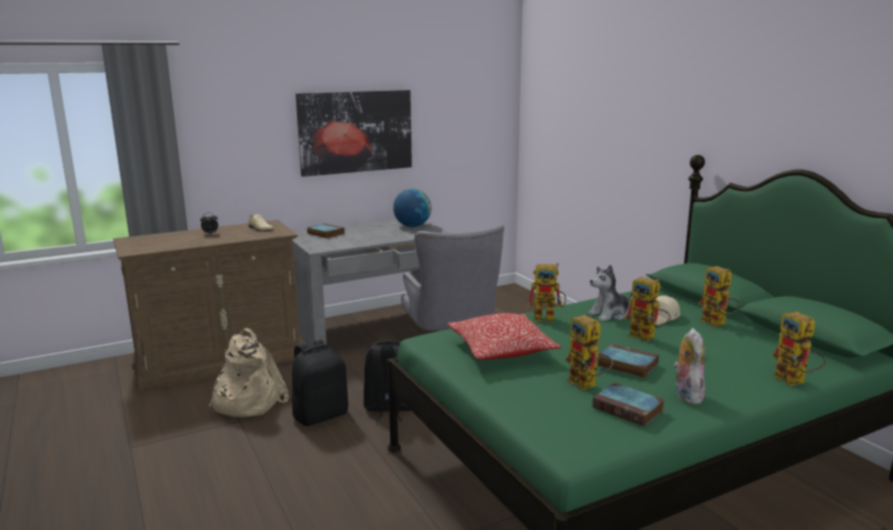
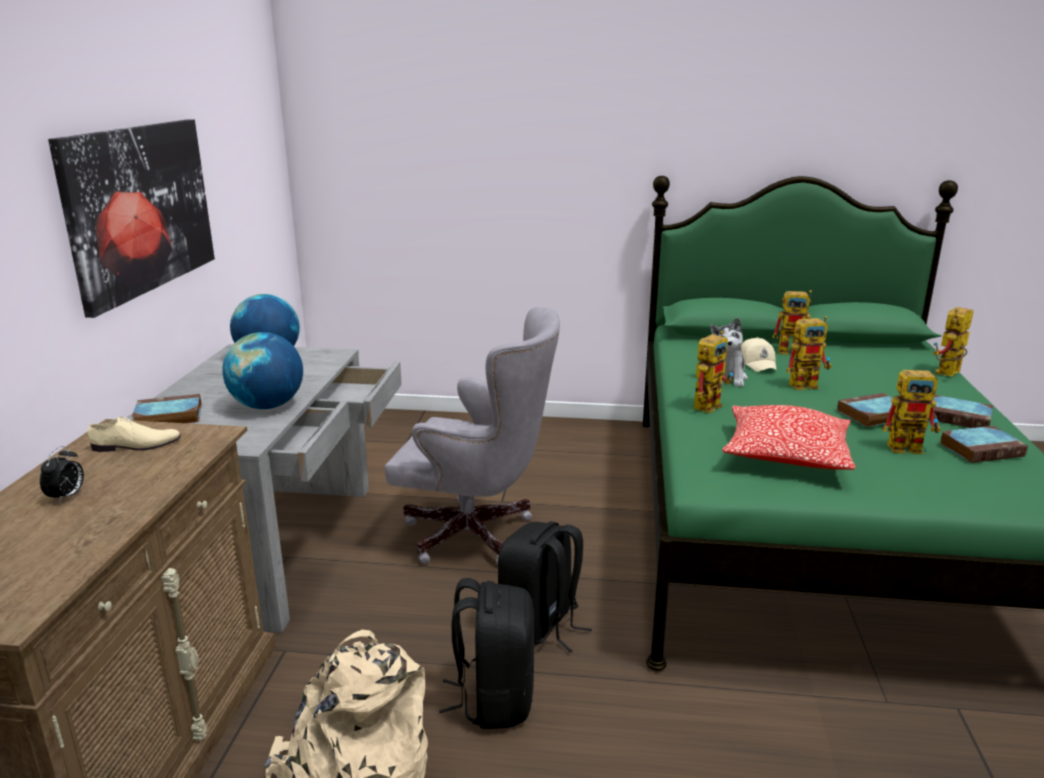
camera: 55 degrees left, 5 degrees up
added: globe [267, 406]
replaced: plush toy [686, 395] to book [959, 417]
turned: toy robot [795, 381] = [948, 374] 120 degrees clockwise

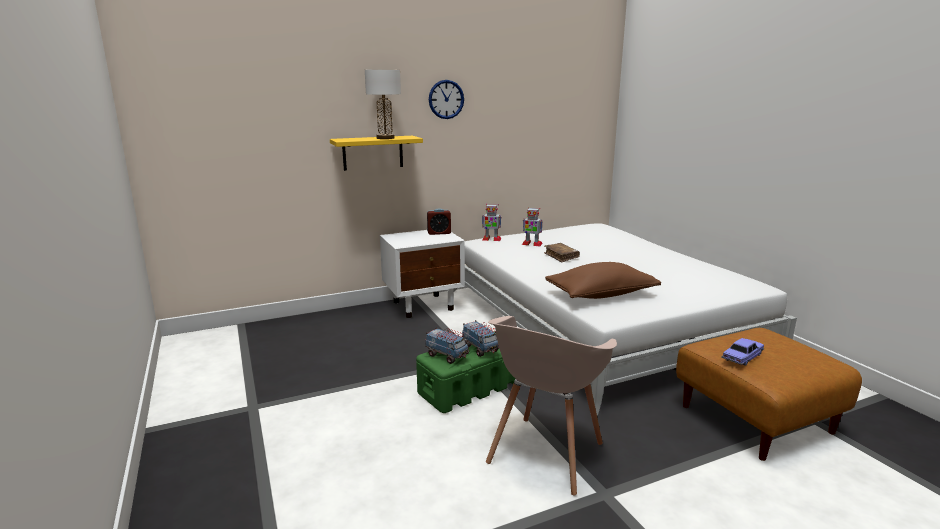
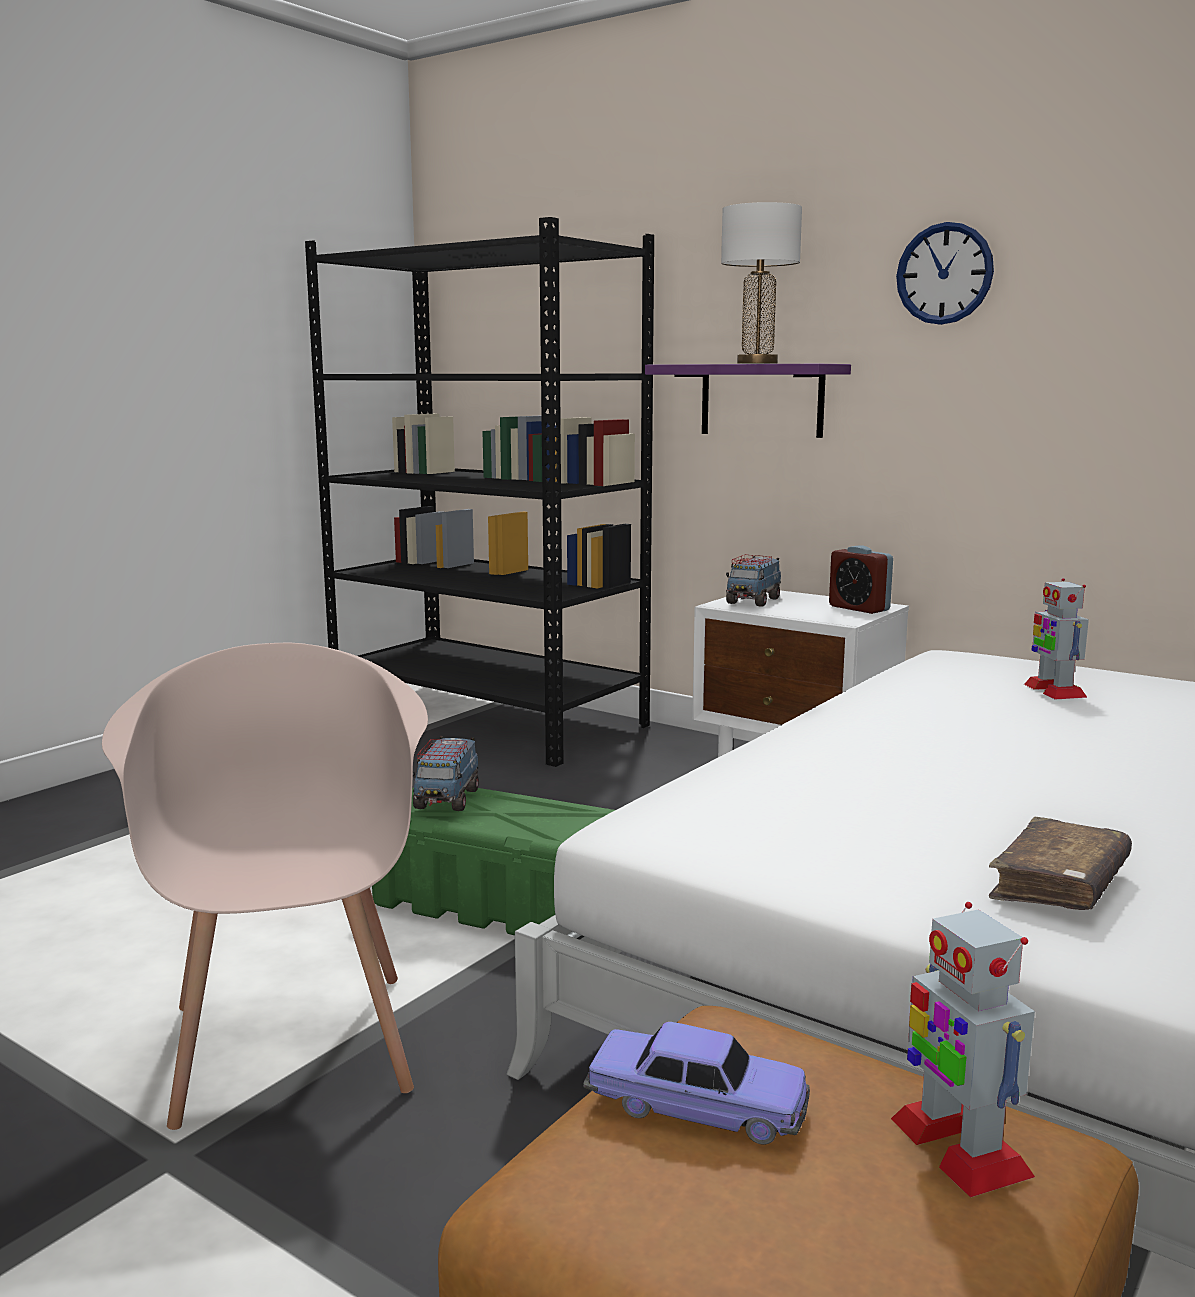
camera: 60 degrees right, 5 degrees down
removed: brown pillow [601, 295]
added: black bookcase [487, 718]
moved: toy truck [480, 349] to [753, 601]; toy robot [491, 239] to [958, 1146]; brown book [561, 256] to [1059, 884]
recoloured: yellow shelf [373, 153] to purple shelf [761, 400]
turned: beige chair [545, 454] = [292, 1045] 75 degrees clockwise

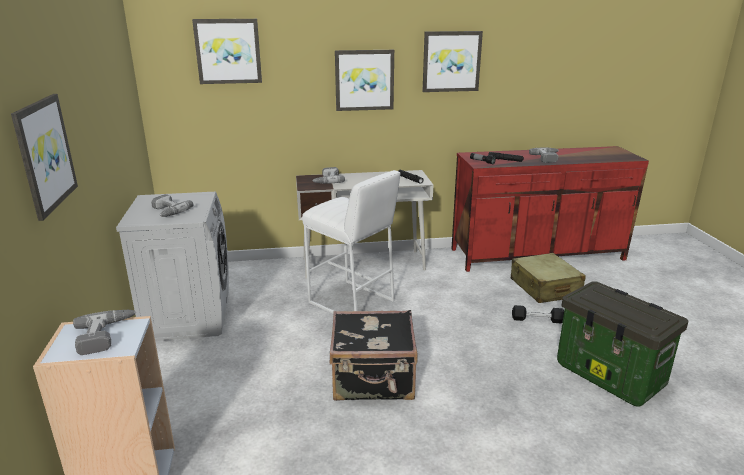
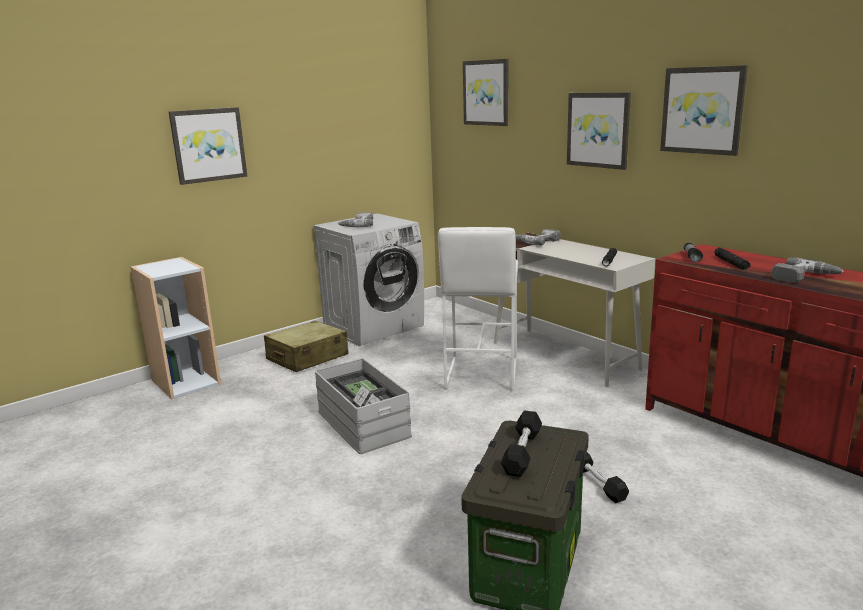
camera: 60 degrees right, 5 degrees down
removed: power drill [106, 335]
added: black dumbbell [522, 452]
moved: beige suitcase [545, 288] to [307, 358]
replaced: black suitcase [373, 380] to grey storage box [364, 423]

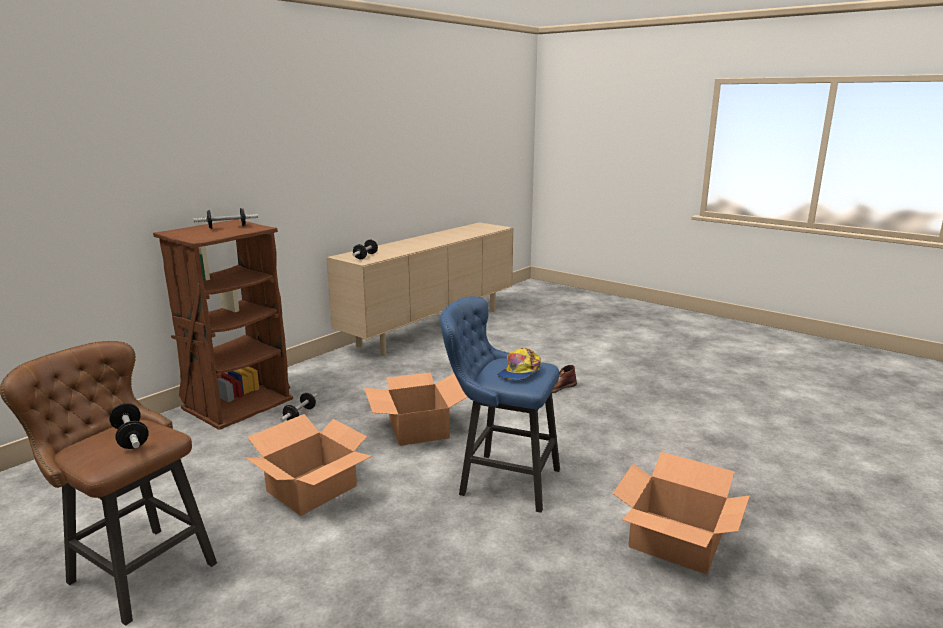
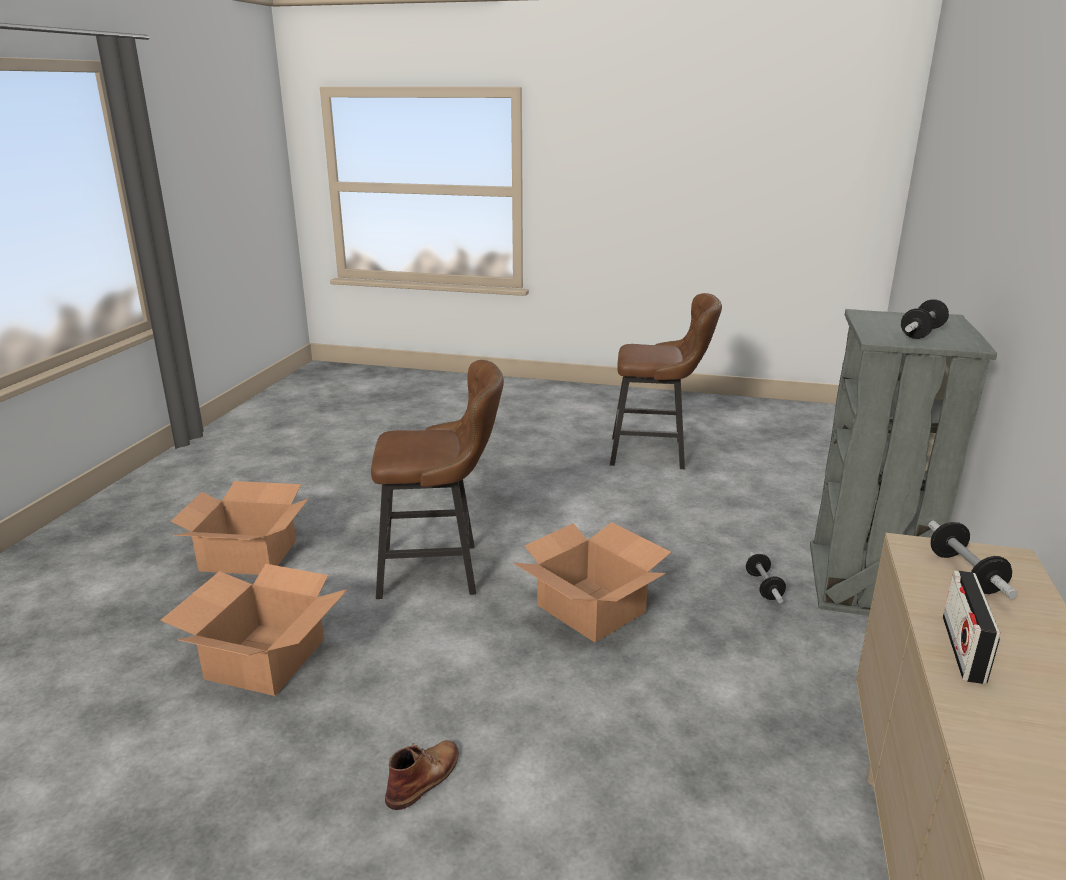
camera: 155 degrees right, 5 degrees up
removed: dumbbell [130, 438]; cap [519, 372]
added: radio [963, 649]
moved: cardboard box [312, 489] to [264, 659]
recoloured: brown bookcase [238, 403] to grey bookcase [867, 581]; blue stool [498, 478] to brown stool [443, 570]

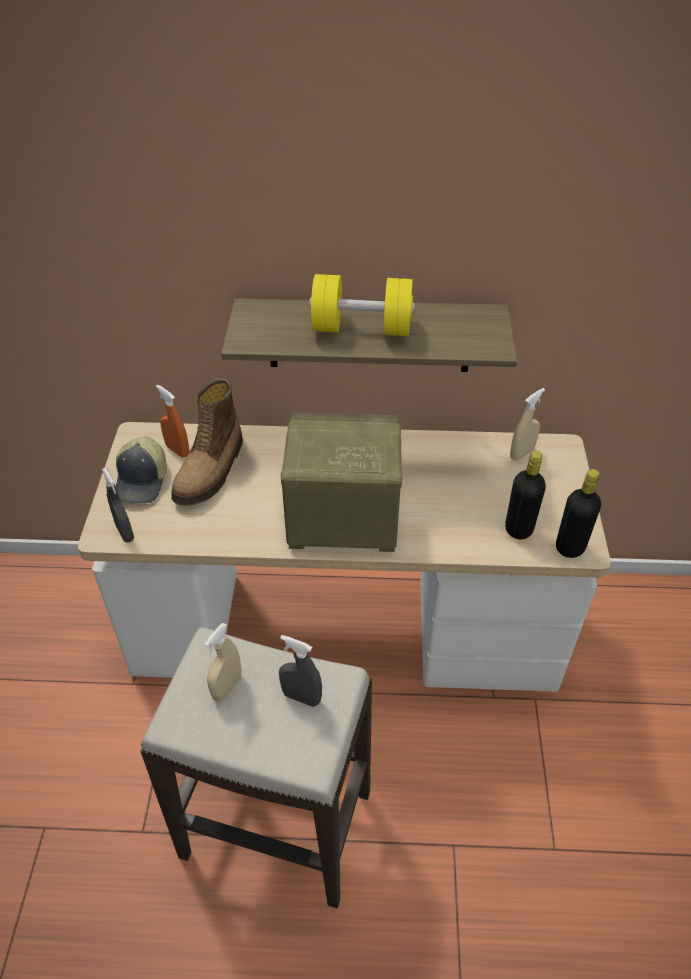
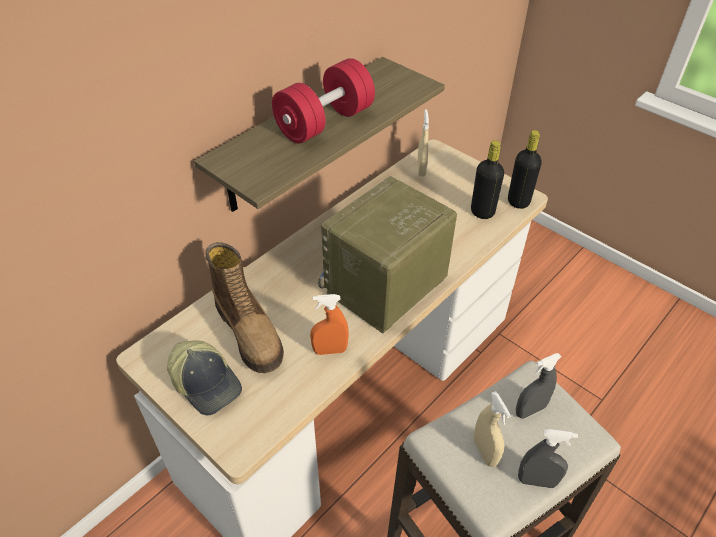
camera: 50 degrees left, 0 degrees up
moved: grey spray bottle [125, 532] to [537, 481]; orange spray bottle [177, 450] to [330, 350]
recoloured: yellow dumbbell [361, 328] to red dumbbell [324, 122]

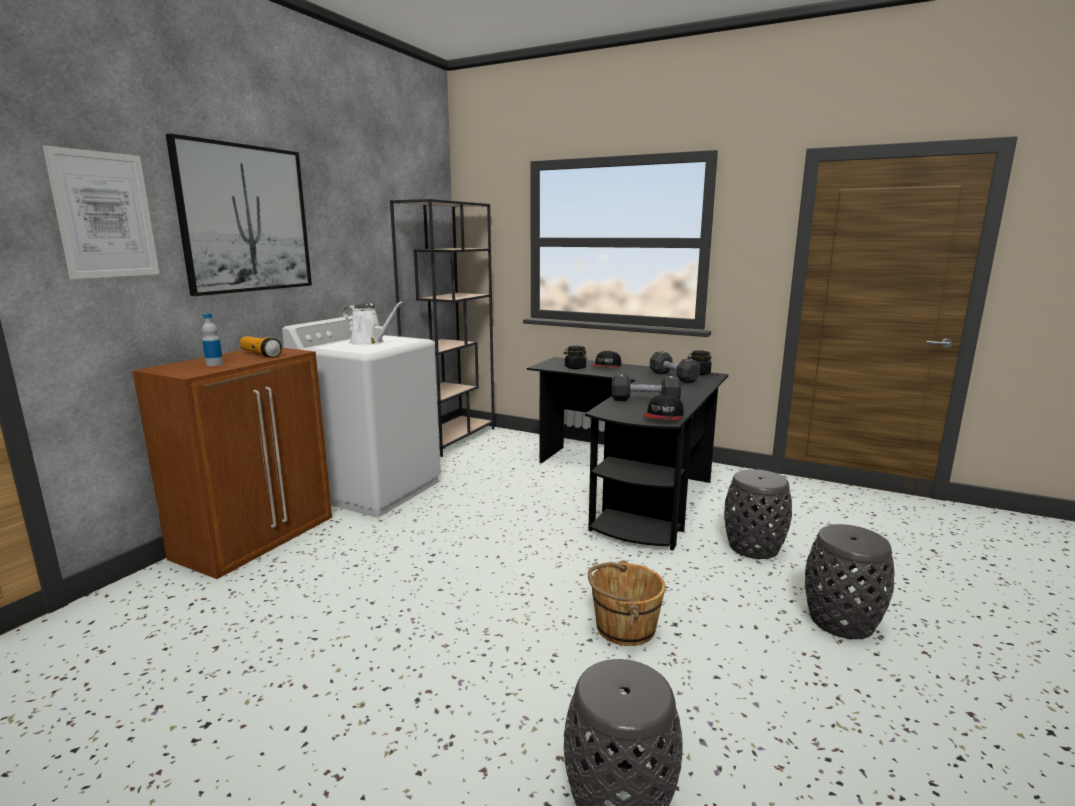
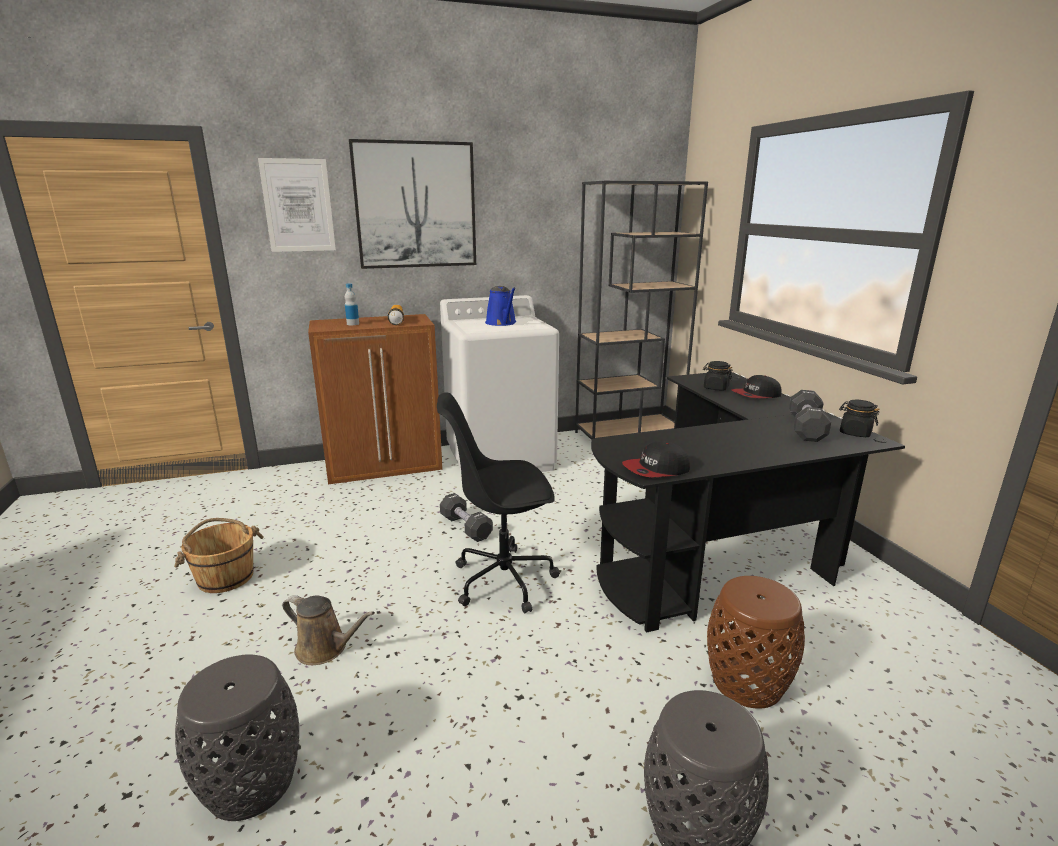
camera: 45 degrees right, 5 degrees up
added: brown watering can [325, 648]; black office chair [501, 581]
moved: brown bucket [624, 627] to [225, 577]; black dumbbell [645, 400] to [466, 527]
recoloured: white watering can [370, 342] to blue watering can [502, 323]; grey stool [753, 547] to brown stool [747, 683]

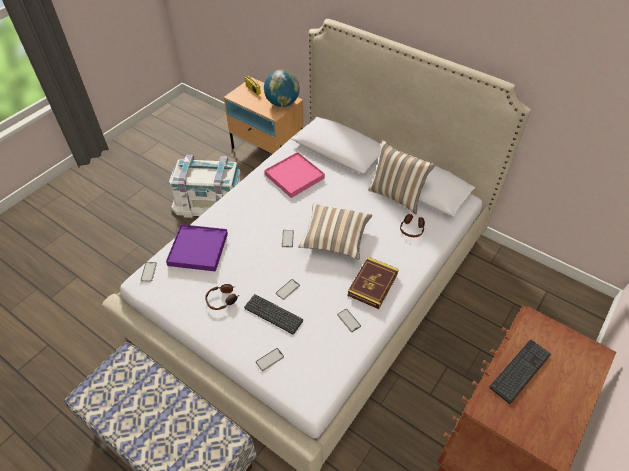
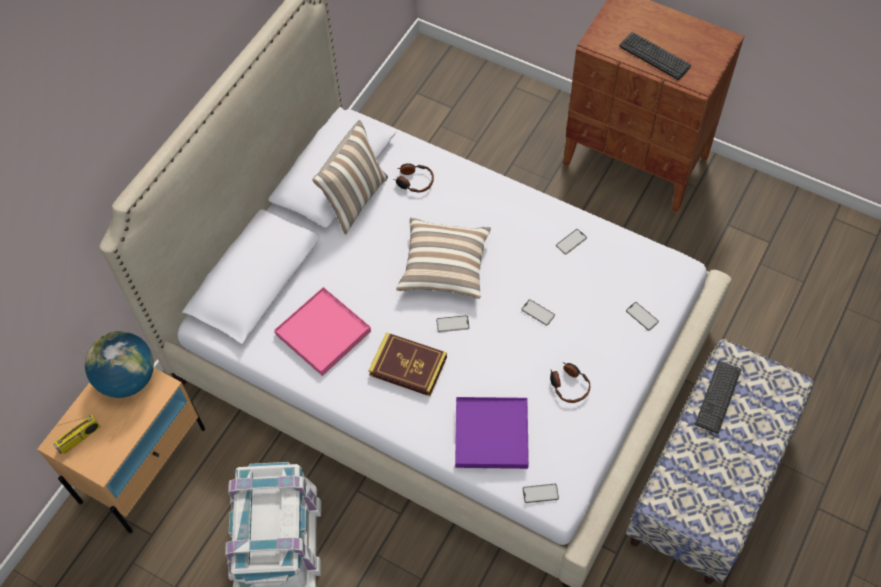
camera: 95 degrees left, 10 degrees up
moved: keyboard [273, 314] to [718, 397]; book [372, 284] to [408, 366]

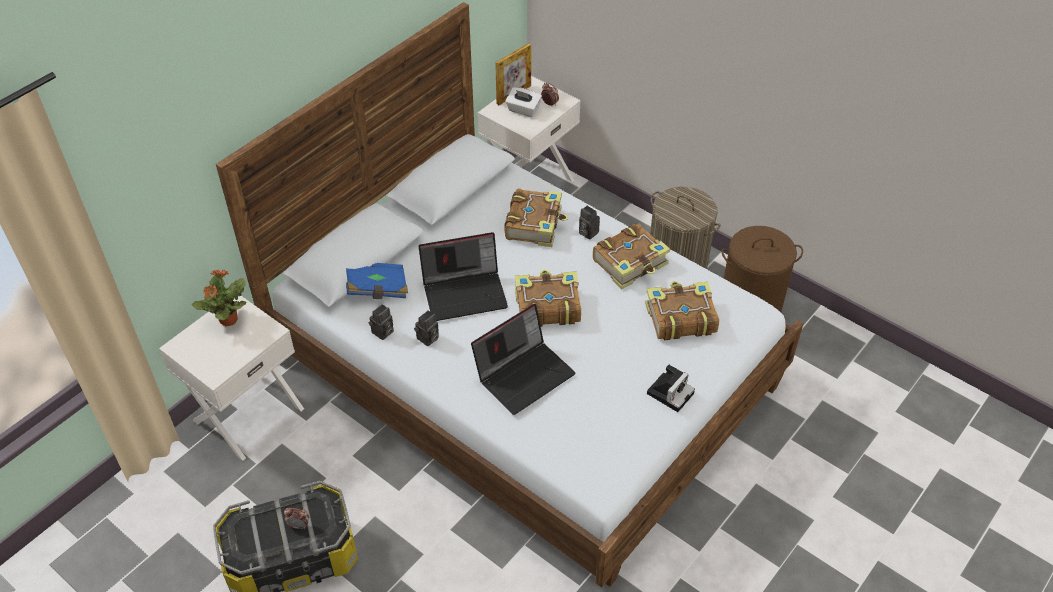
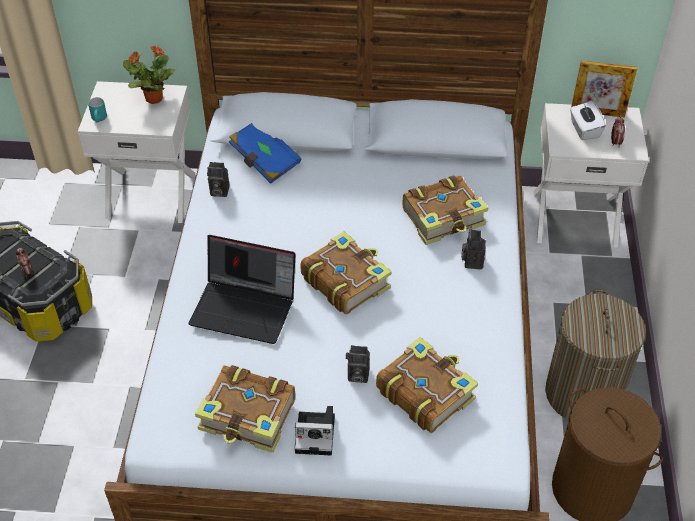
camera: 55 degrees right, 0 degrees up
removed: laptop [465, 292]
added: turquoise mug [100, 120]
moved: photo camera [428, 339] to [357, 375]; book [631, 263] to [248, 417]

